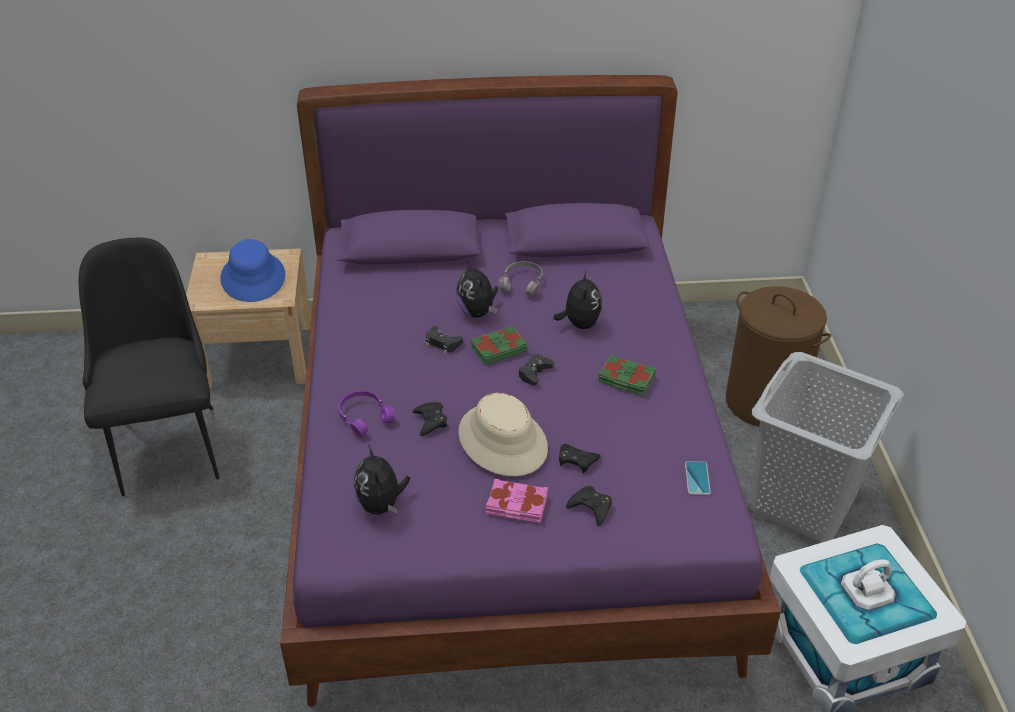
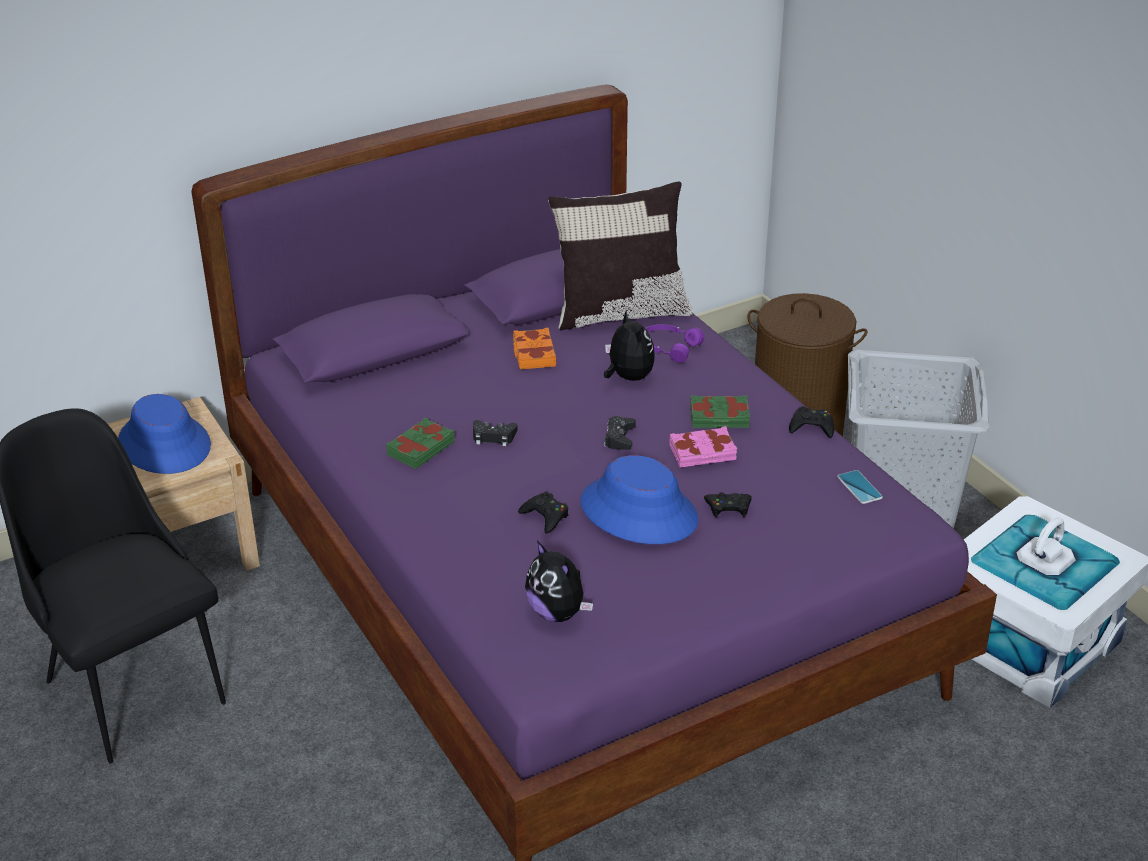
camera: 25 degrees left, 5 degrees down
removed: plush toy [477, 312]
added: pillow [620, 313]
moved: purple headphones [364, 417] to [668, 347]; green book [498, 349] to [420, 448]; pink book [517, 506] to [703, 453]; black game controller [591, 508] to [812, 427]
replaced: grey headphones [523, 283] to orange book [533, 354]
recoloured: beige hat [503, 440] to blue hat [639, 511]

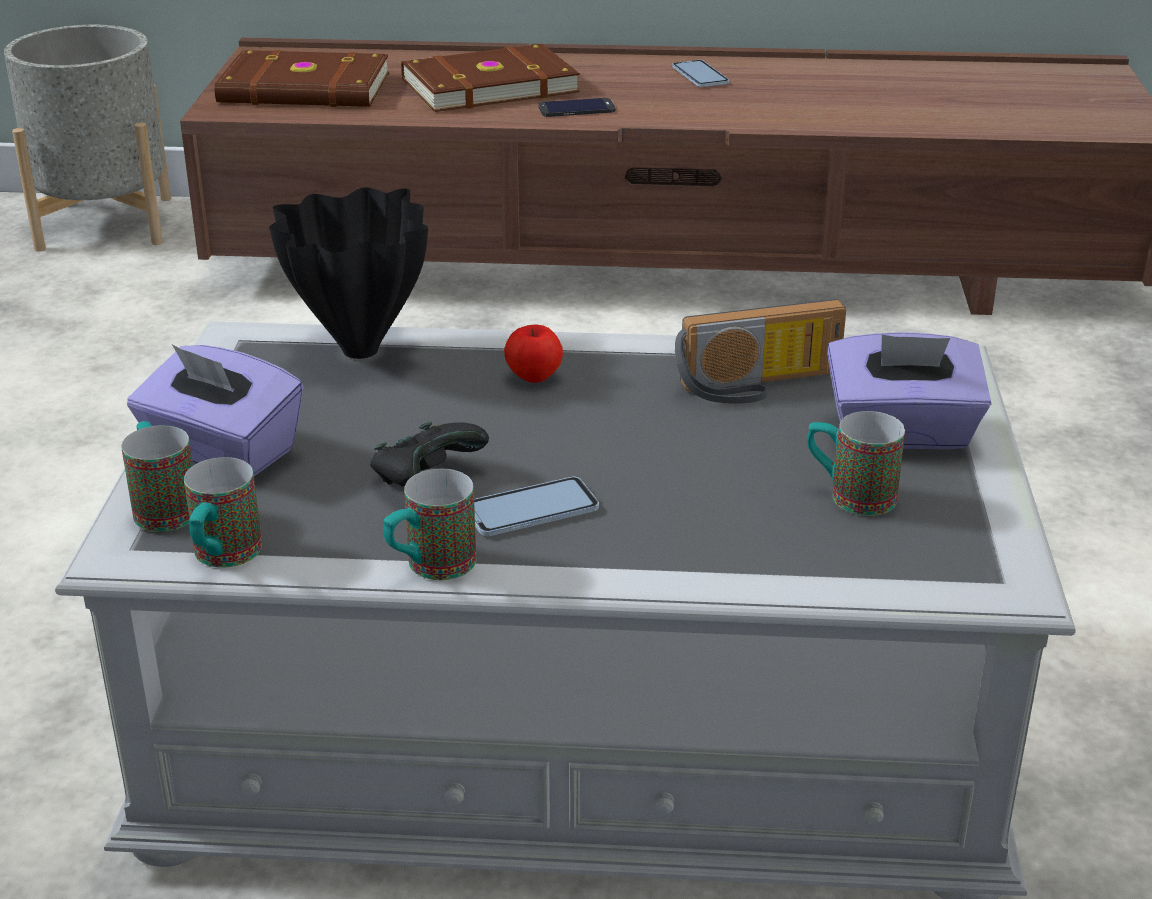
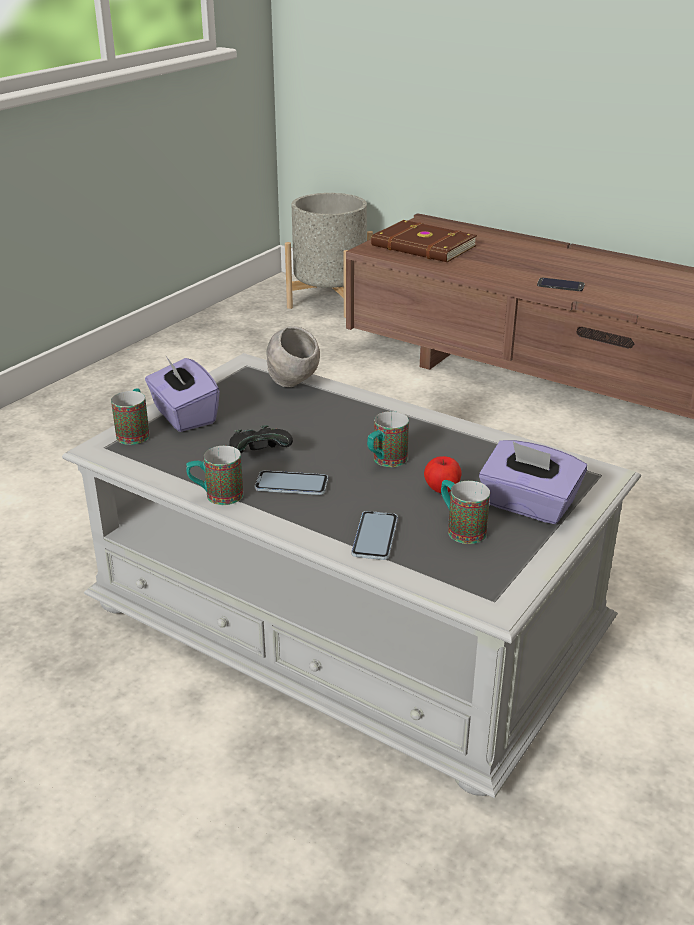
camera: 30 degrees right, 0 degrees up
removed: brown book [487, 85]; radio [760, 386]
moved: mug [222, 558] to [385, 462]; apple [534, 376] to [442, 488]; phone [700, 76] to [375, 537]
replaced: black vase [358, 351] to grey bowl [293, 385]

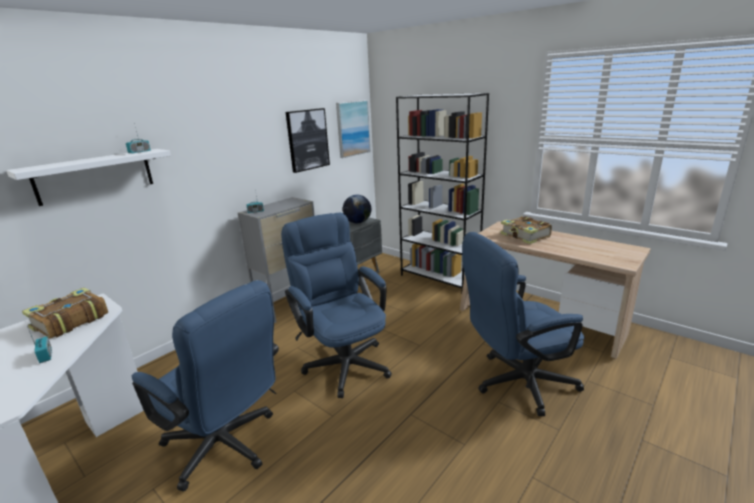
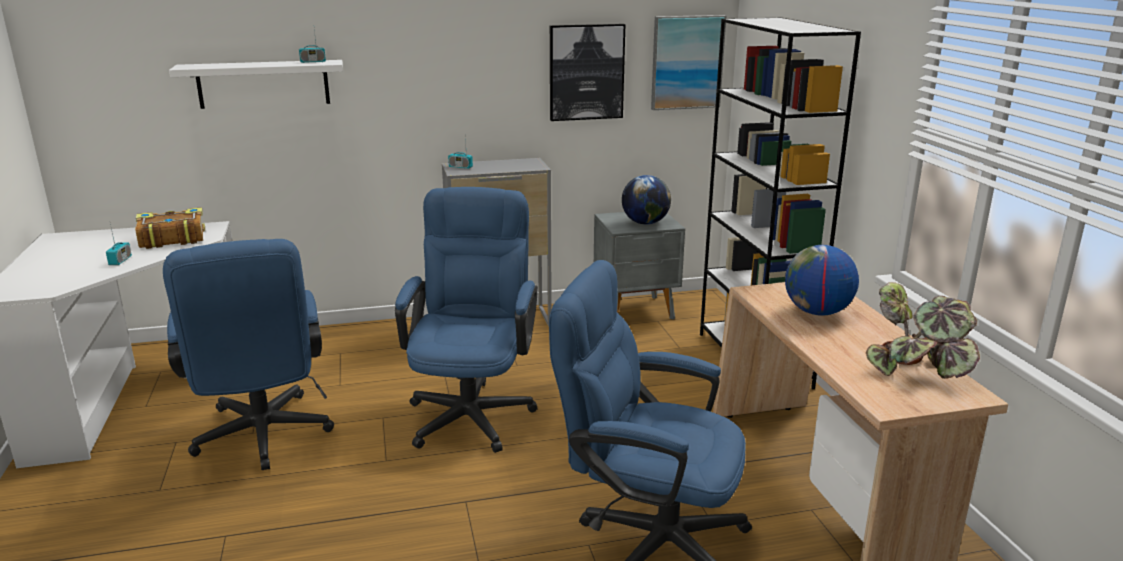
camera: 35 degrees right, 0 degrees up
added: potted plant [918, 369]
replaced: book [525, 236] to globe [817, 312]

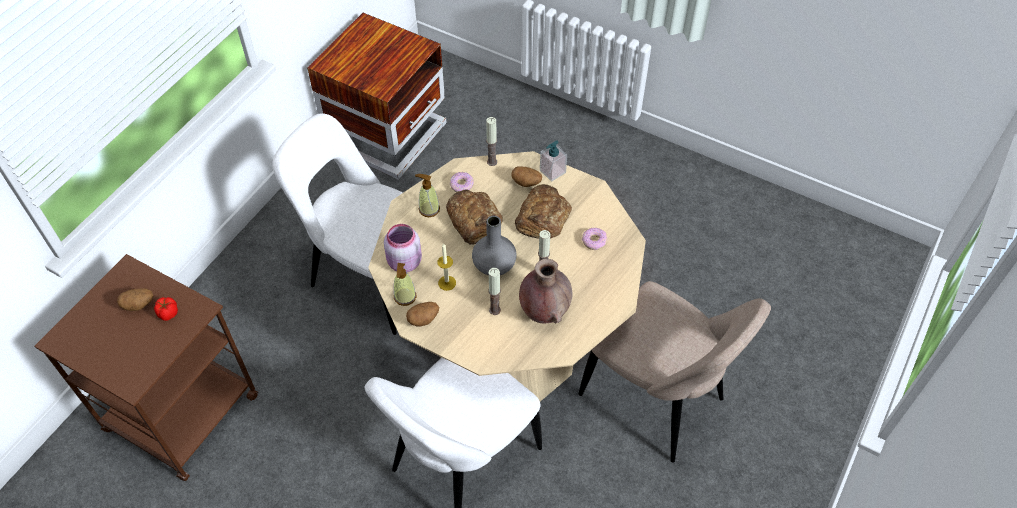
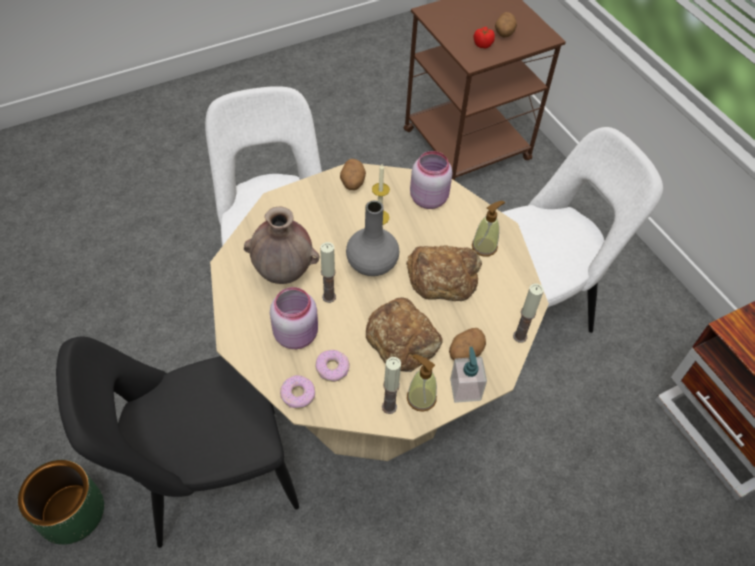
camera: 120 degrees right, 0 degrees up
added: green planter [71, 512]; pink jar [297, 334]
moved: soap dispenser [405, 297] to [421, 398]; donut [462, 185] to [298, 395]; candle [494, 310] to [389, 407]
recoloured: beige chair [657, 401] to black chair [210, 479]

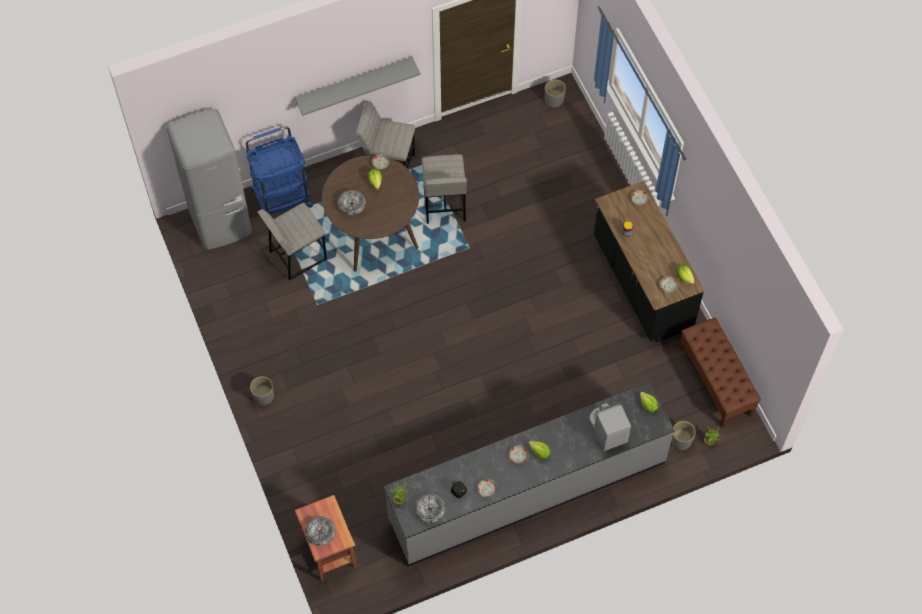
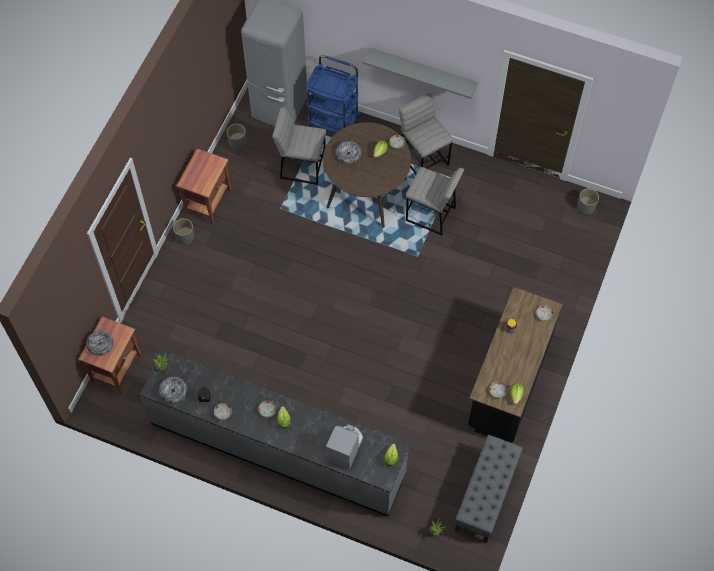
camera: 45 degrees right, 0 degrees up
added: nightstand [208, 202]
moved: grey planter [681, 440] to [237, 142]
recoloured: brown bench [715, 382] to grey bench [486, 496]
turned: grey chair [444, 205] = [432, 214] 105 degrees counterclockwise

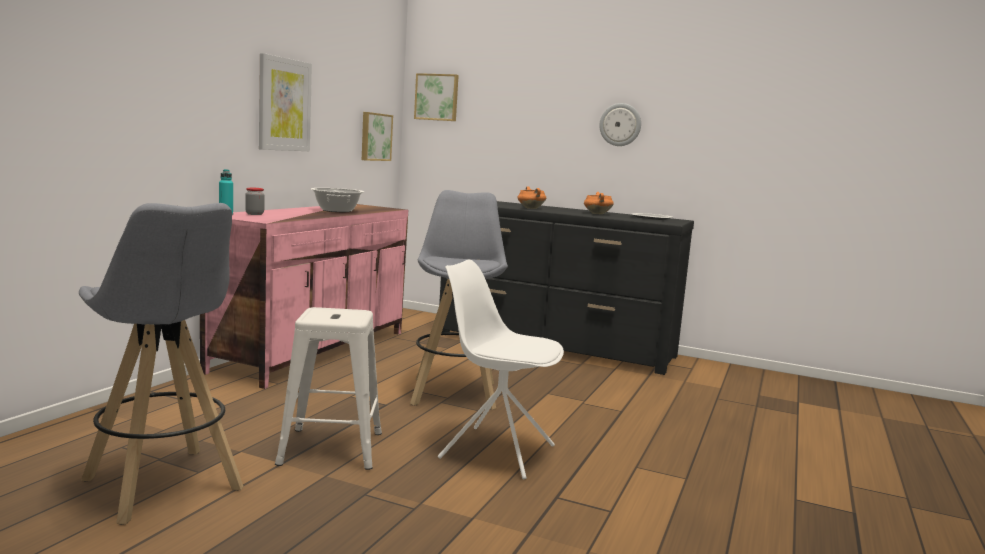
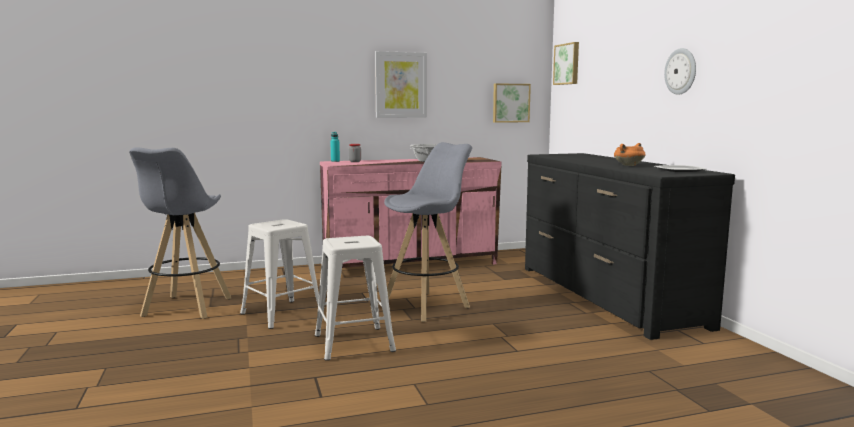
camera: 50 degrees right, 0 degrees up
removed: orange cooking pot [530, 208]
replaced: white chair [495, 451] to white stool [354, 343]

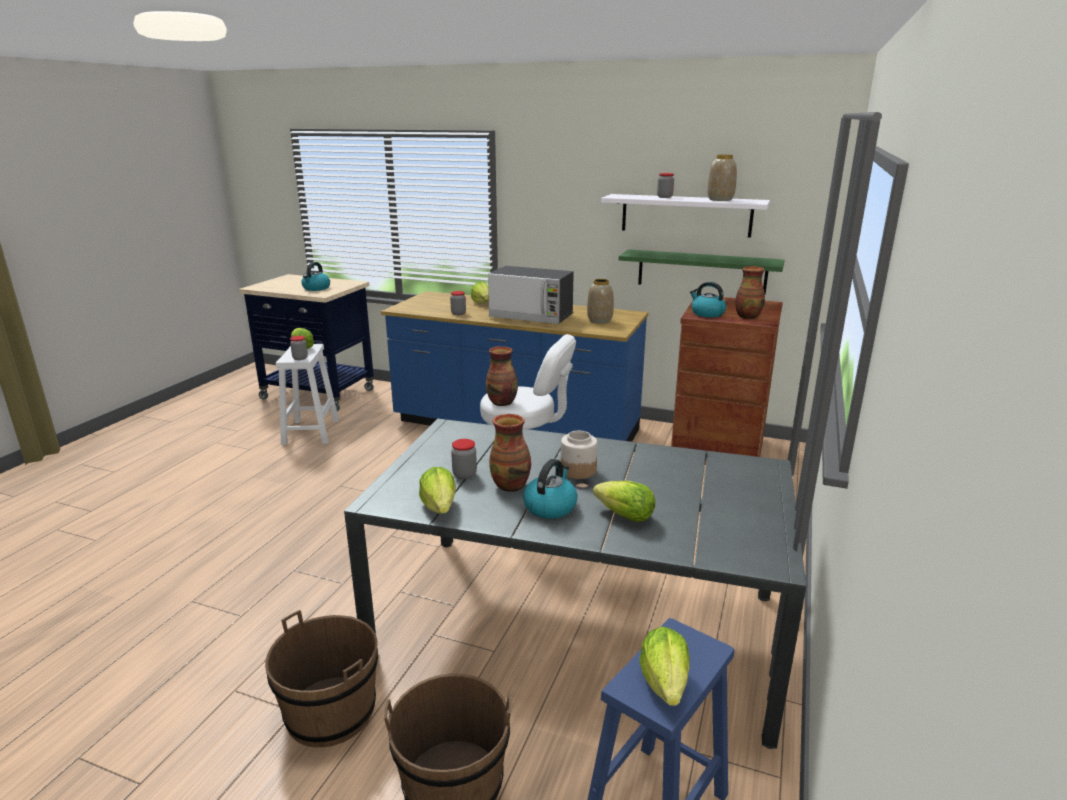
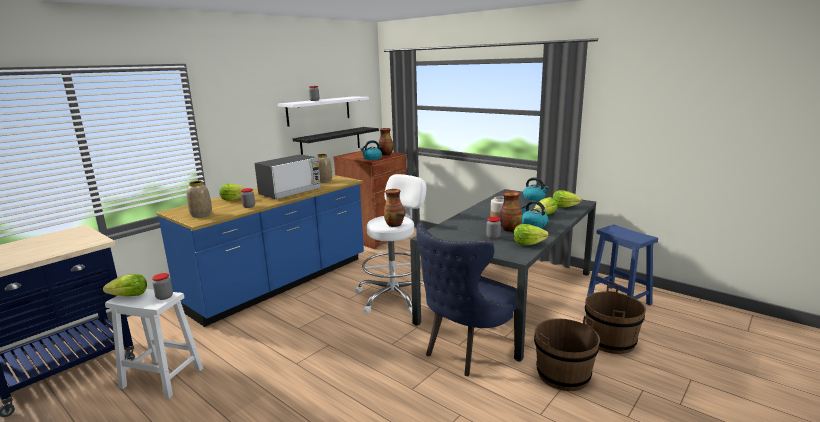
camera: 70 degrees left, 5 degrees down
added: blue chair [467, 350]
moved: kettle [316, 288] to [534, 198]; lettuce [665, 683] to [564, 206]; vase [720, 199] to [201, 215]
recoloured: green shelf [701, 271] to black shelf [331, 142]

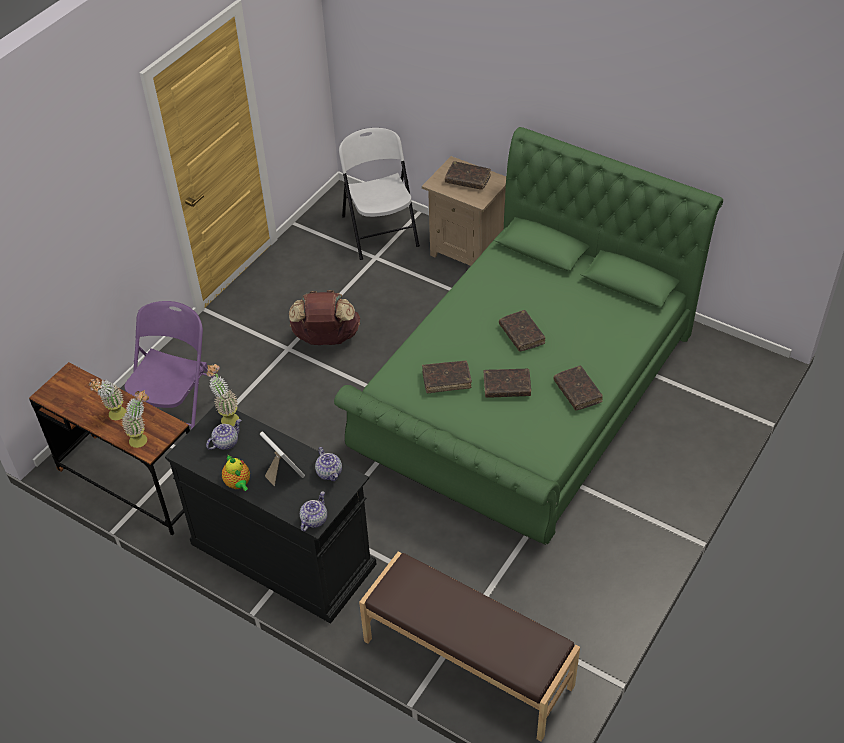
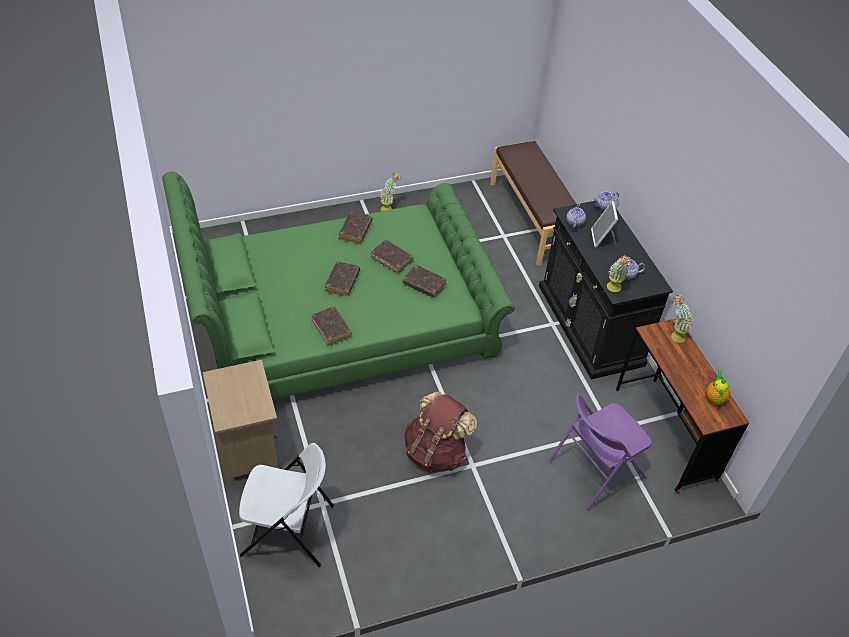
camera: 145 degrees left, 0 degrees up
moved: potted plant [115, 417] to [389, 208]; teapot [238, 484] to [714, 397]; brown book [467, 180] to [331, 329]
turned: white chair [380, 231] = [288, 530] 105 degrees counterclockwise

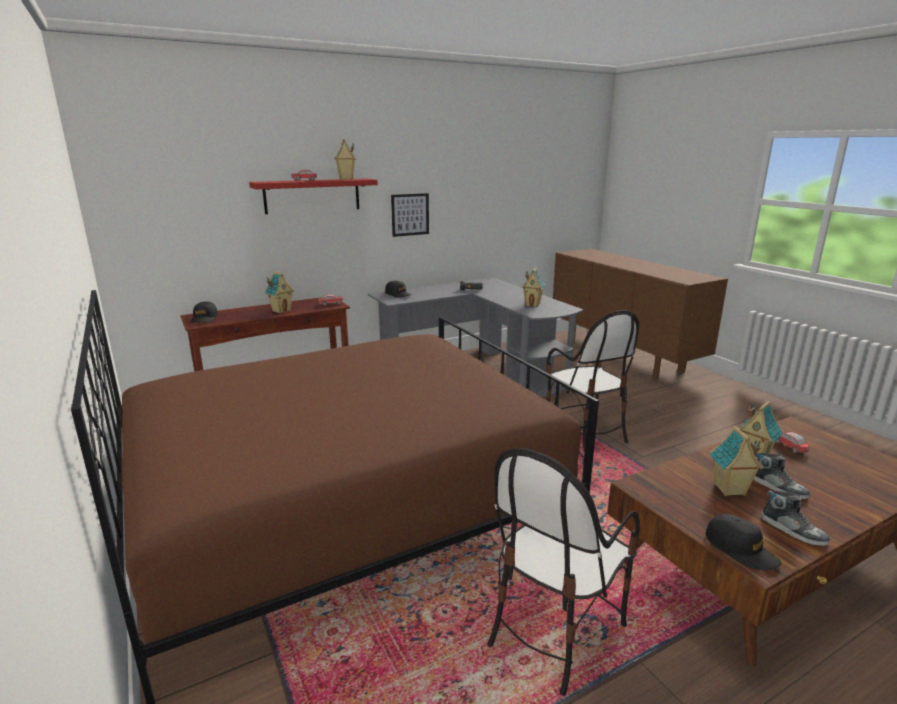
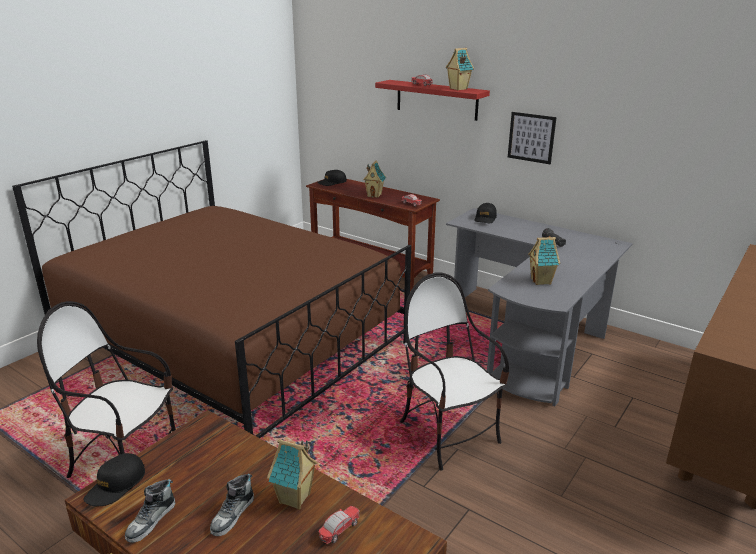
camera: 65 degrees right, 5 degrees up
removed: toy house [729, 490]
turned: chair [584, 432] = [448, 434] 105 degrees clockwise

